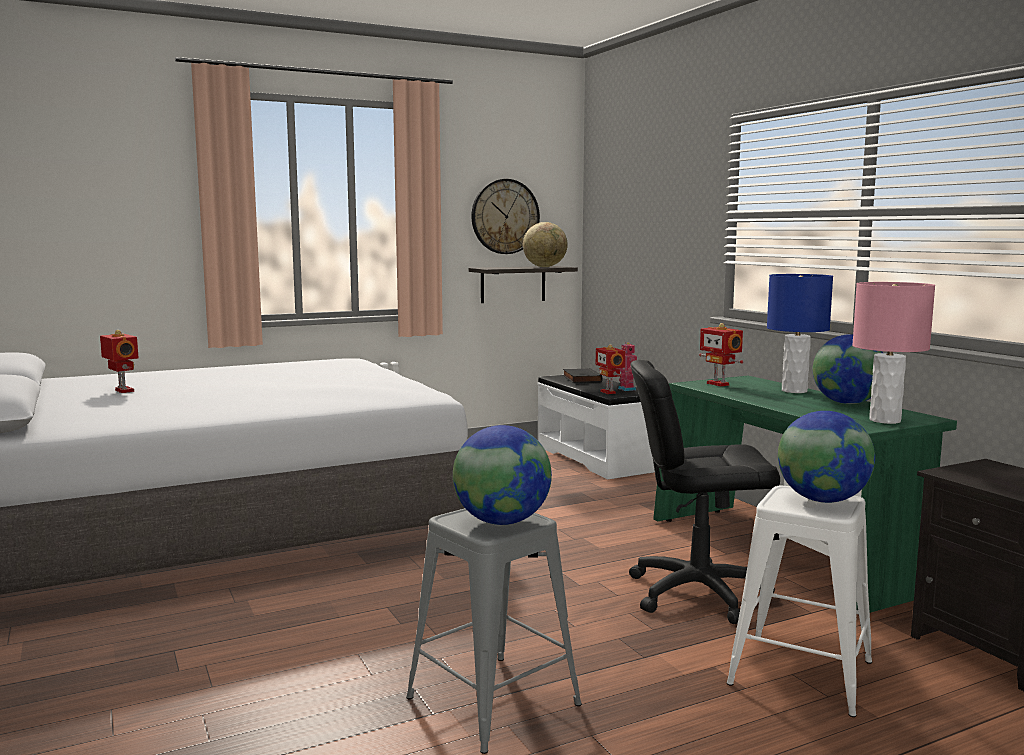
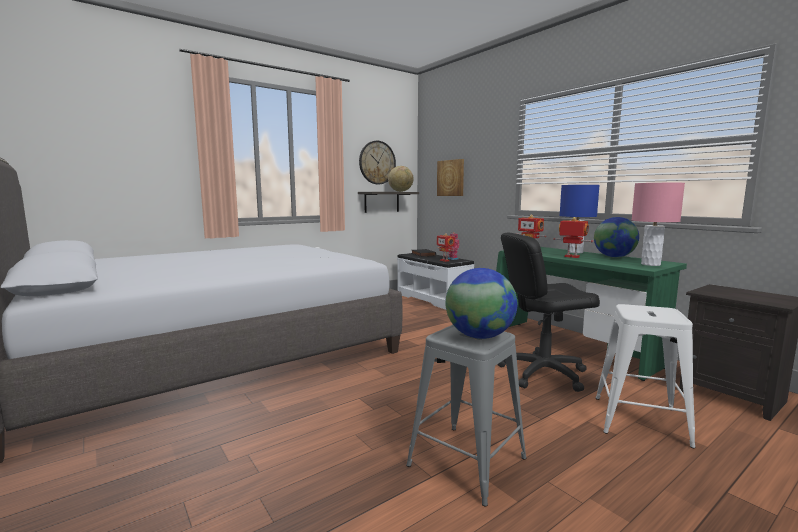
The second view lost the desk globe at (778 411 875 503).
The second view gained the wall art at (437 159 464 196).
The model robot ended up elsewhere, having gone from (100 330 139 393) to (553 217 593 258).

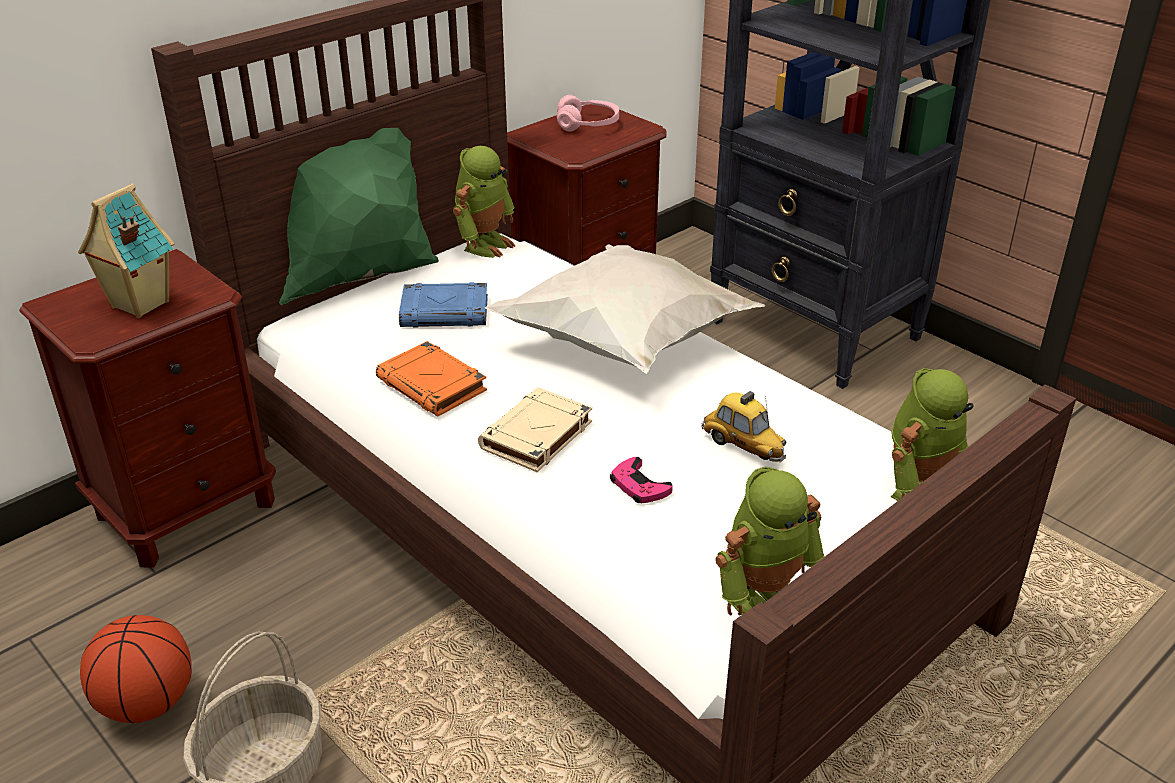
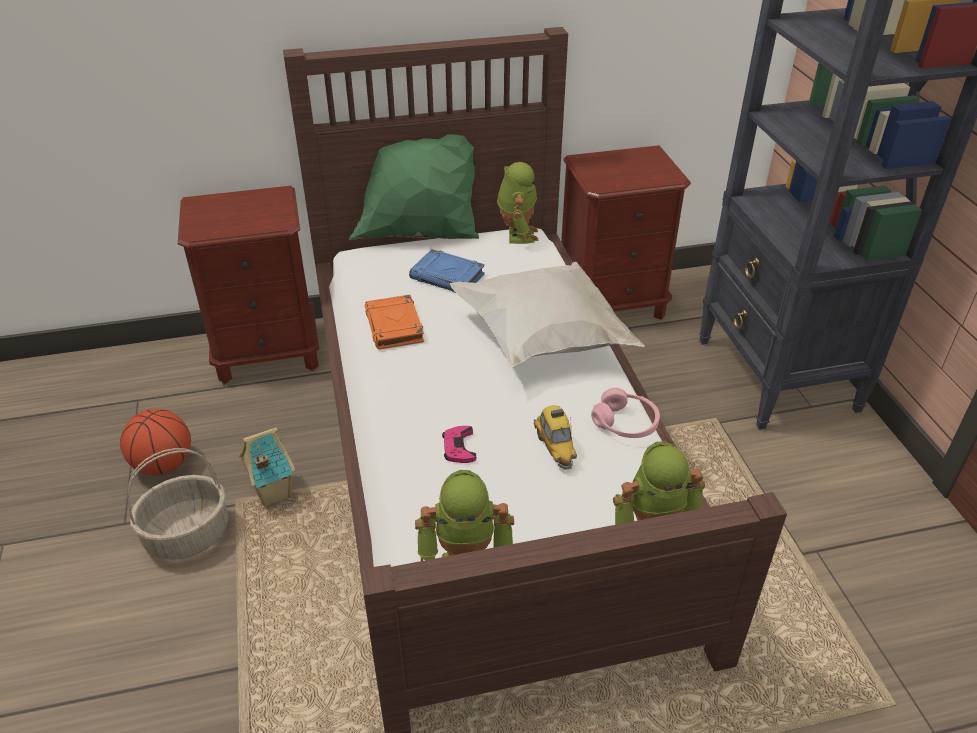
The second view lost the beige bound book at (478 387 592 472).
The toy house ended up elsewhere, having gone from (78 184 174 318) to (239 427 295 507).
The pinkish headset ended up elsewhere, having gone from (557 95 619 132) to (591 388 660 438).
The model robot at (453 146 515 258) ended up facing another way, 60 degrees counterclockwise from before.

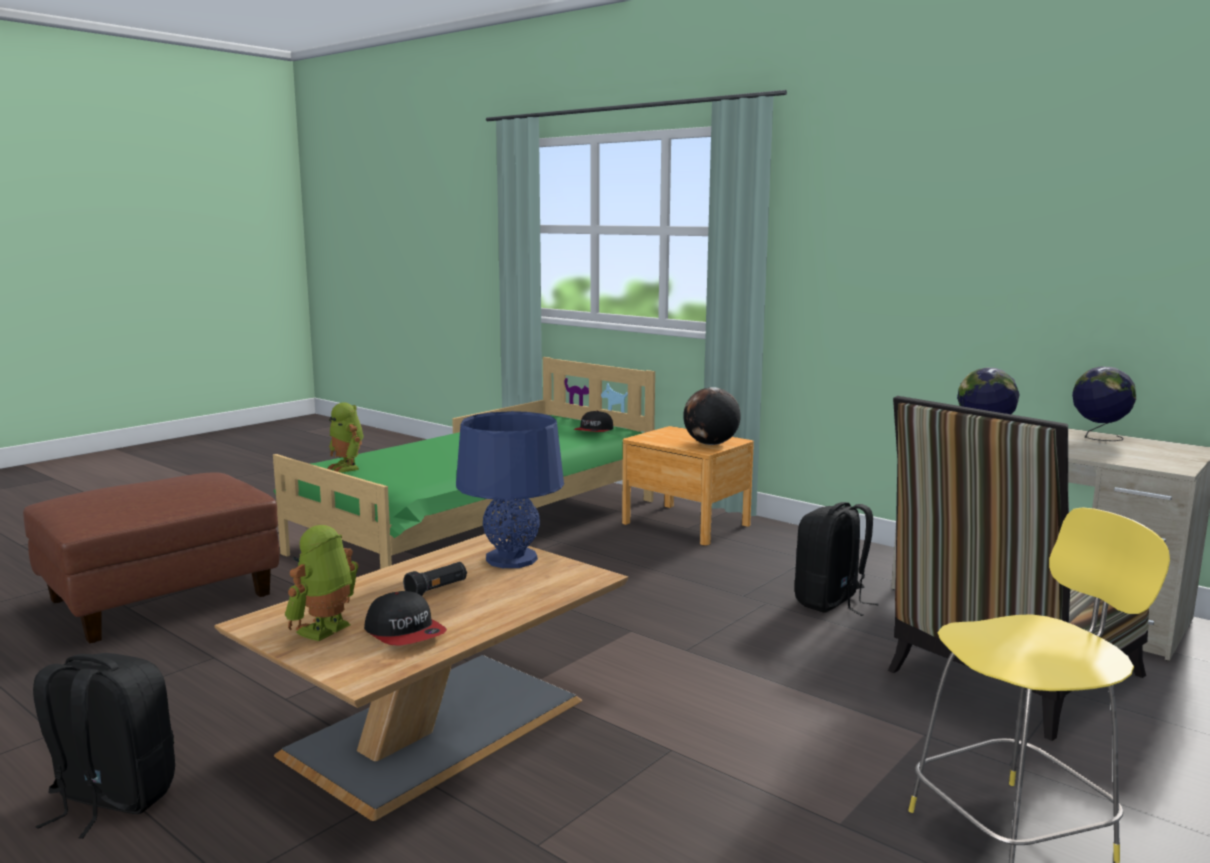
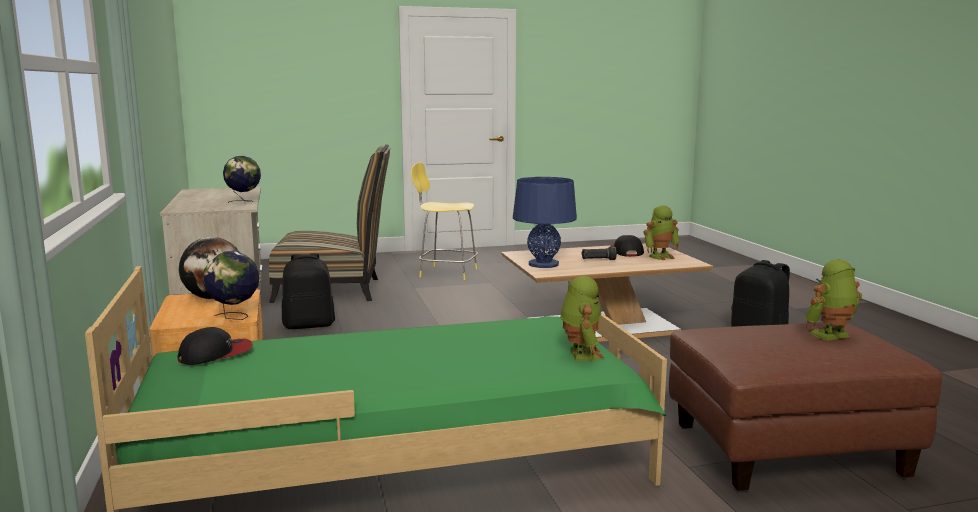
The second view gained the model robot at (805 259 862 341).
The desk globe ended up elsewhere, having gone from (1072 367 1136 441) to (203 251 260 320).

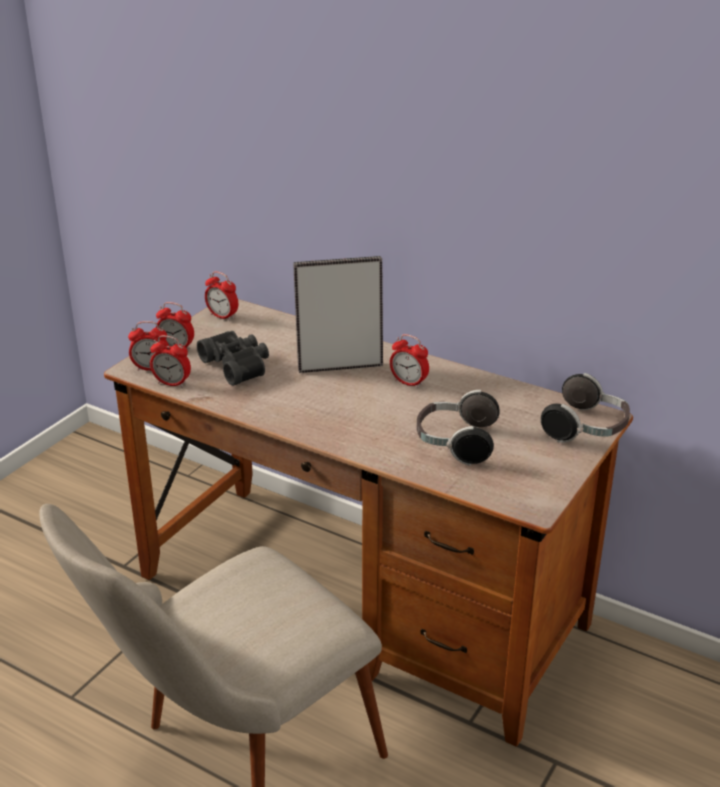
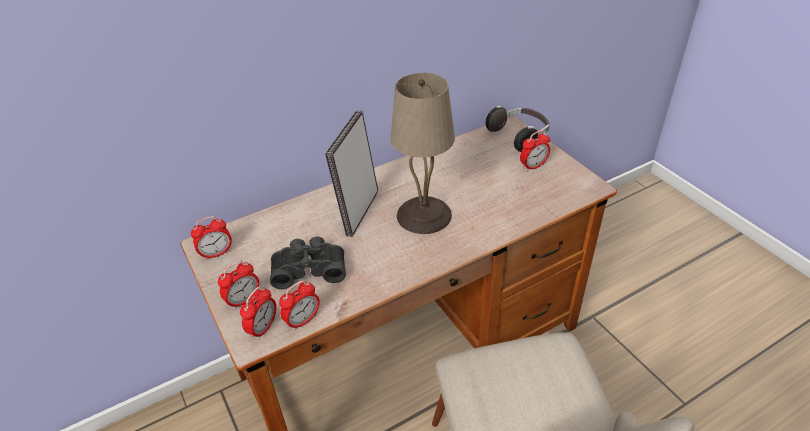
The second view lost the headset at (417 390 500 466).
The second view gained the beige table lamp at (391 73 455 234).
The bedside clock ended up elsewhere, having gone from (390 334 429 388) to (520 130 550 171).

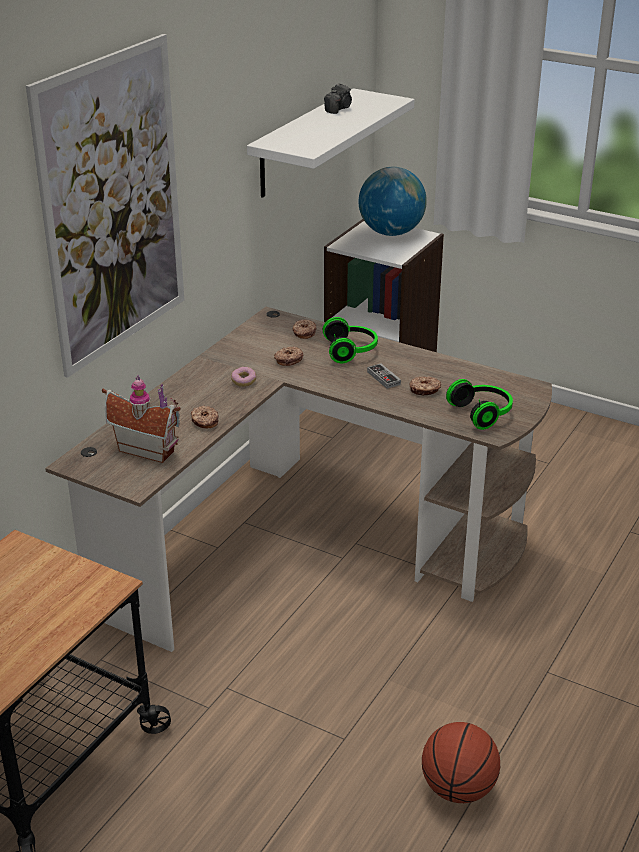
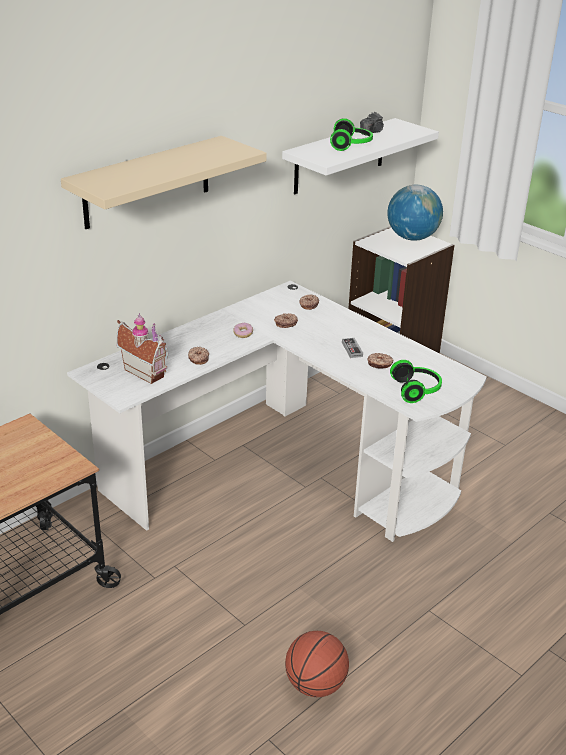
The headset ended up elsewhere, having gone from (323 317 378 363) to (330 118 373 151).
Where the wall art hung at (26 34 184 378), the beige bracket shelf came to hang at (61 136 267 229).
What was the brown-coloured desk at (45 307 552 652) turned into the whitish desk at (67 281 487 542).

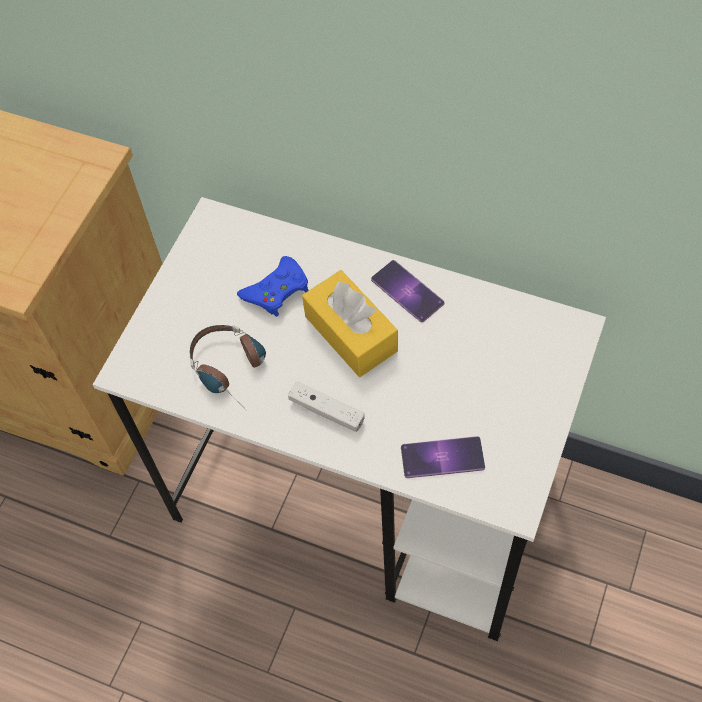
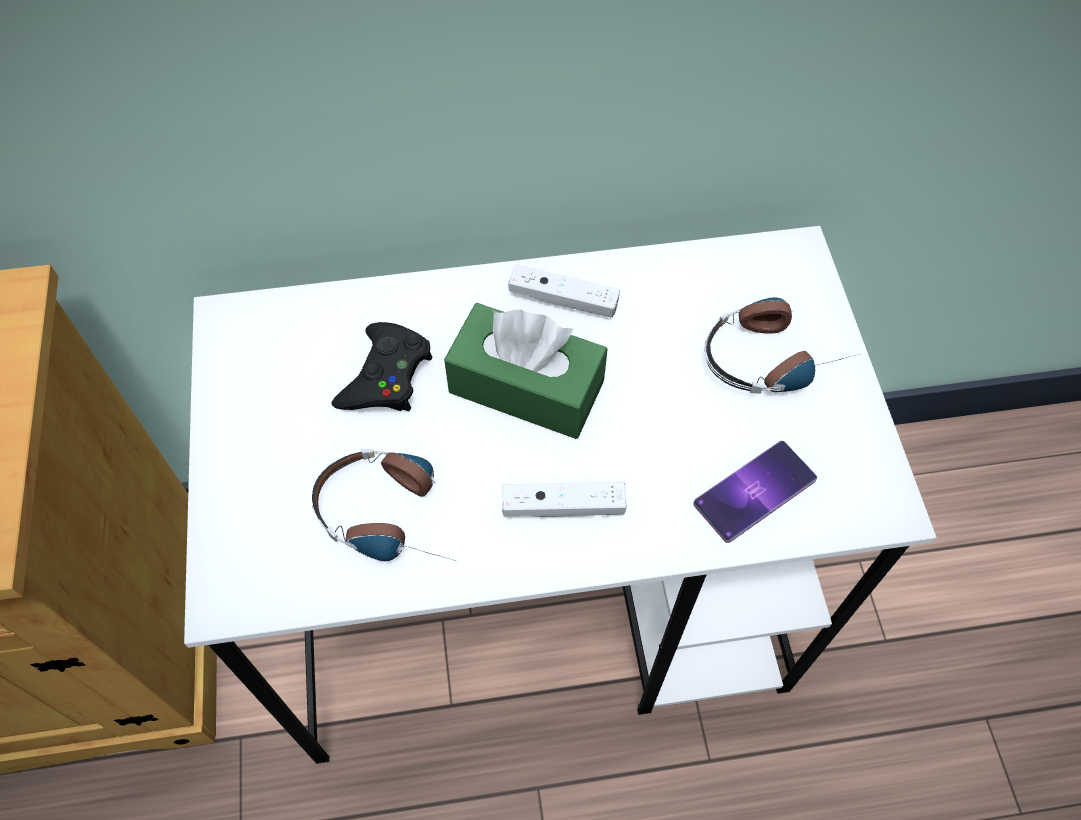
The second view gained the headset at (704 297 860 394).
Where the handset stood at (371 260 445 322), the whitish gamepad came to stand at (509 265 620 317).
What was the bluish gamepad at (237 256 309 317) turned into the blackish gamepad at (331 322 432 411).
What was the yellow tissue holder at (302 270 398 377) turned into the green tissue holder at (444 303 608 439).

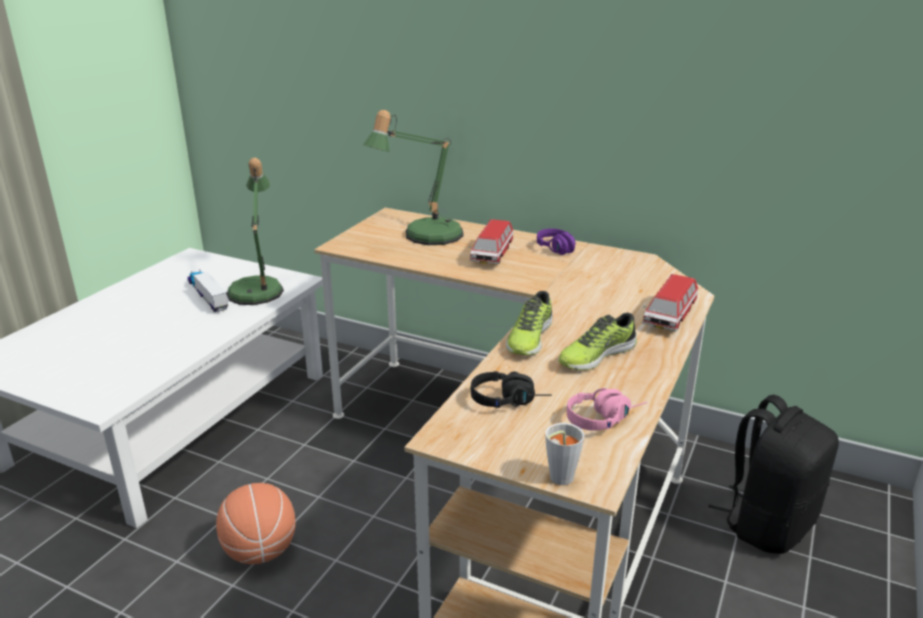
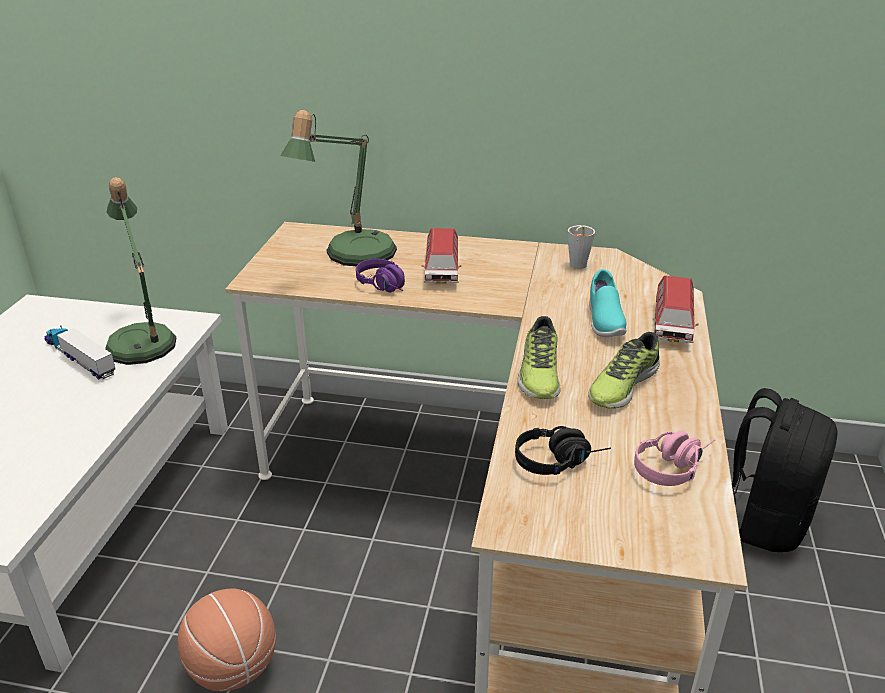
The second view gained the turquoise shoe at (589 269 626 337).
The purple headset ended up elsewhere, having gone from (537 228 576 255) to (356 259 405 293).
The greyish drinking cup ended up elsewhere, having gone from (545 423 584 485) to (568 225 595 269).

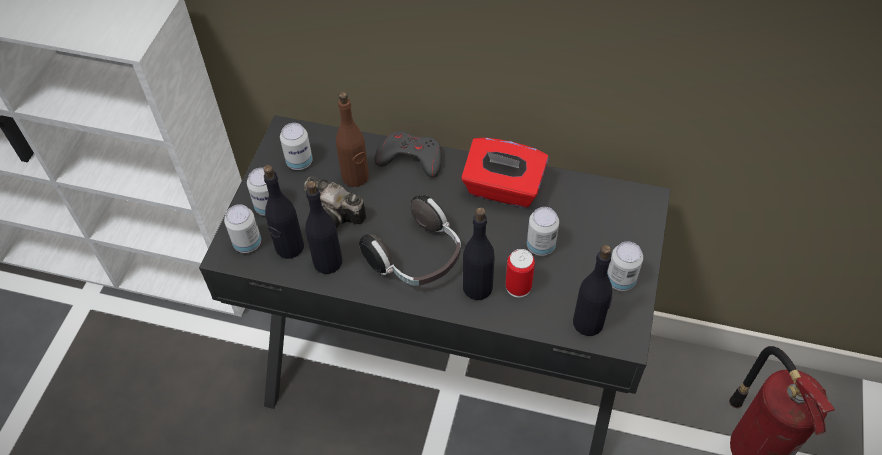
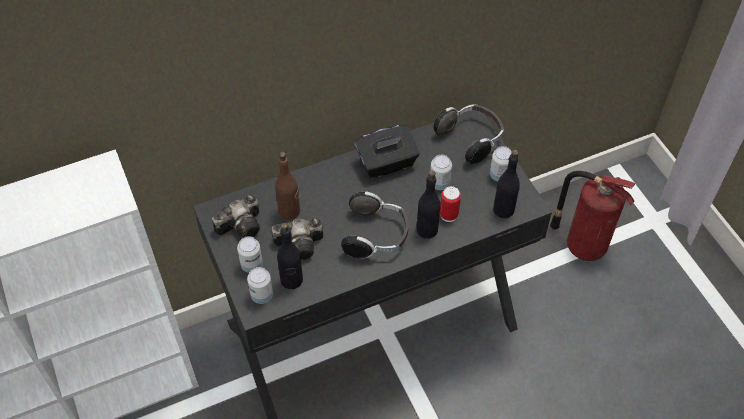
The second view lost the blackish beverage bottle at (305 181 342 274).
The second view lost the greyish gamepad at (374 131 441 178).
The second view gained the headset at (433 104 504 164).
Where the metal can stood at (280 123 313 170), the photo camera came to stand at (212 194 260 238).
What was the red tissue holder at (461 138 548 208) turned into the blackish tissue holder at (354 125 419 178).

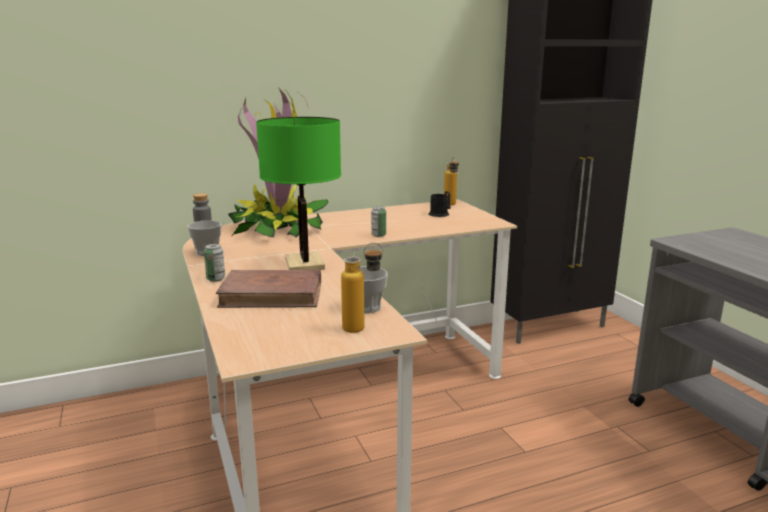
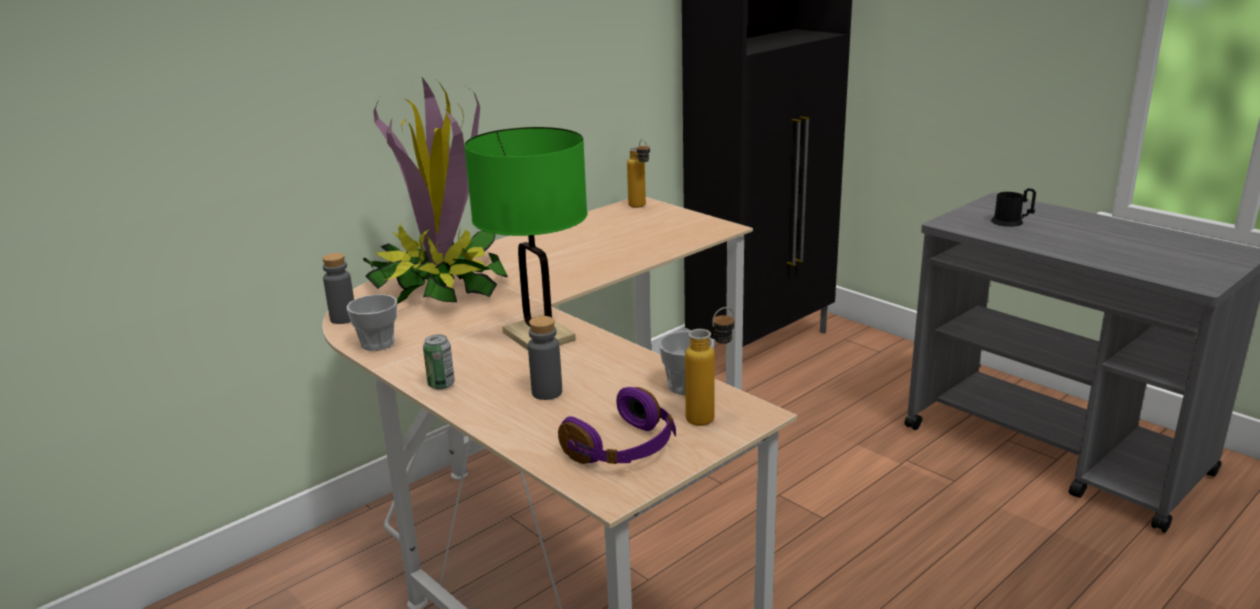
The second view lost the metal can at (371 206 386 237).
The second view gained the purple headset at (558 387 676 464).
The blackish mug ended up elsewhere, having gone from (429 191 451 217) to (991 188 1036 227).
Where the brown-coloured bound book stood at (216 270 321 308), the greyish beverage bottle came to stand at (528 316 562 400).

